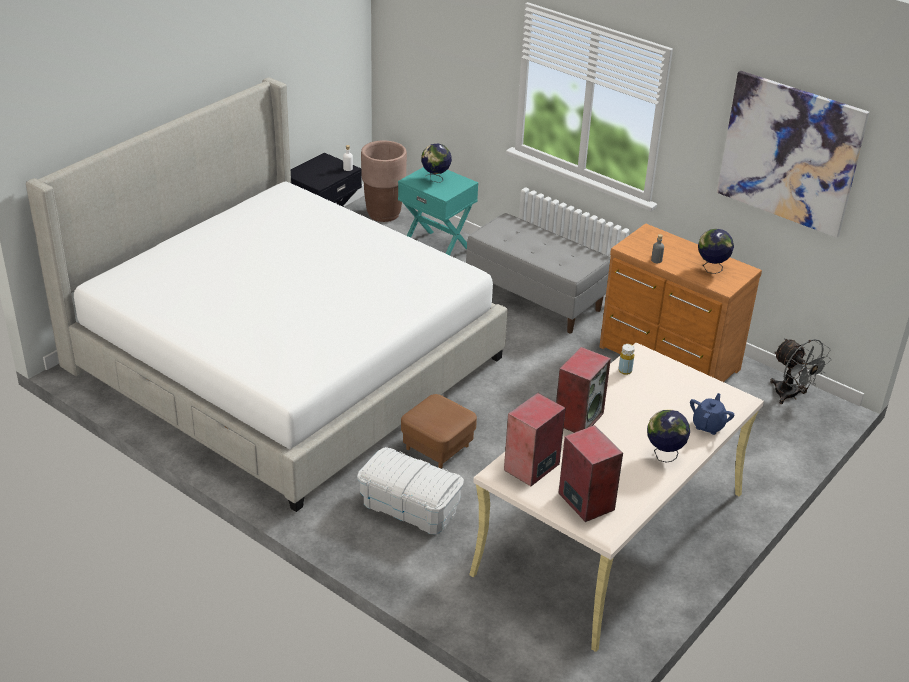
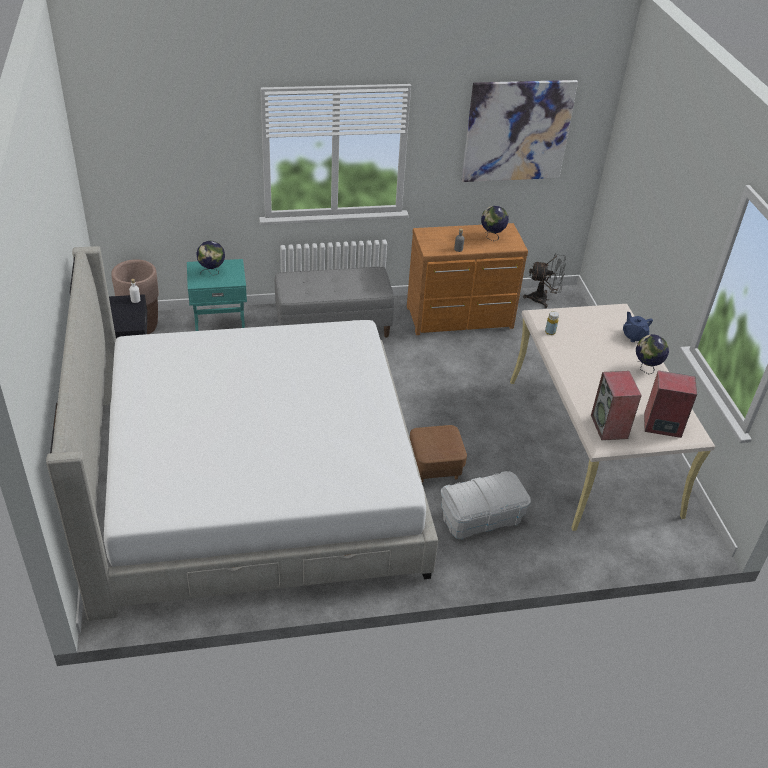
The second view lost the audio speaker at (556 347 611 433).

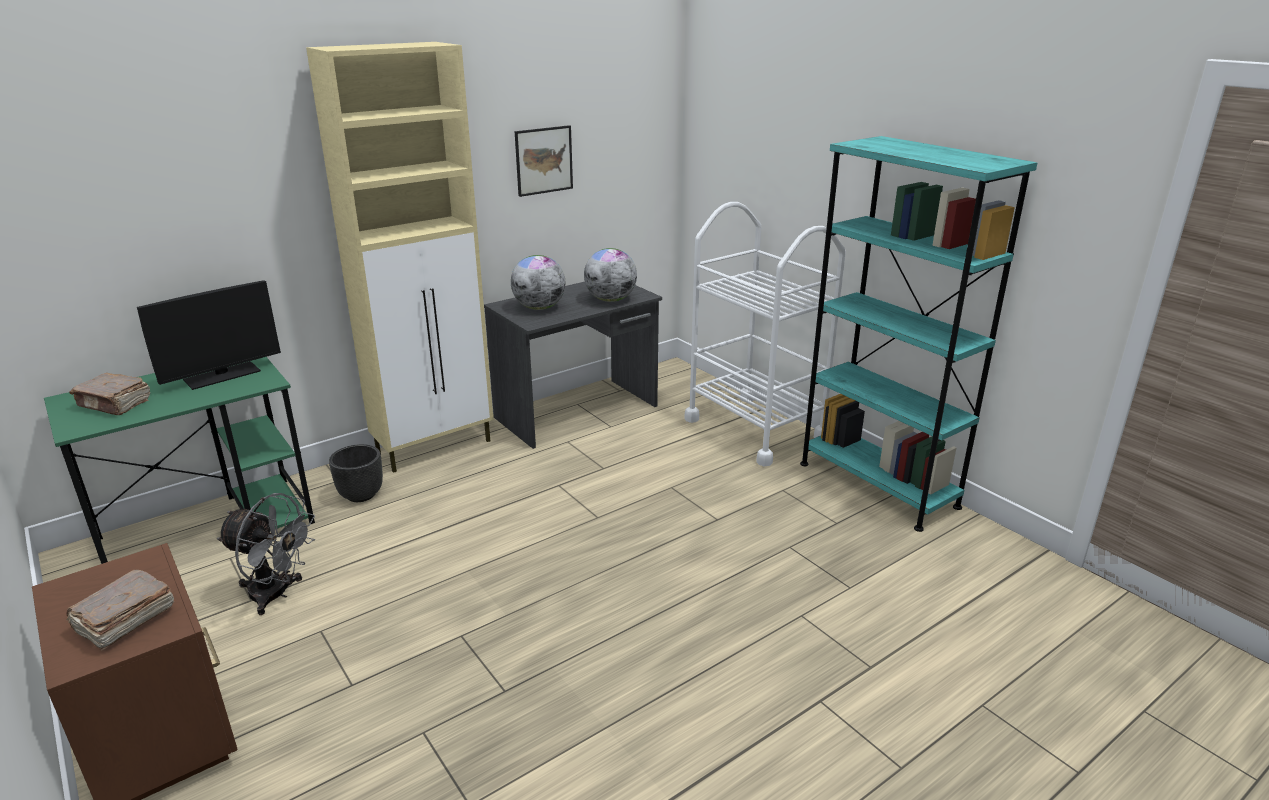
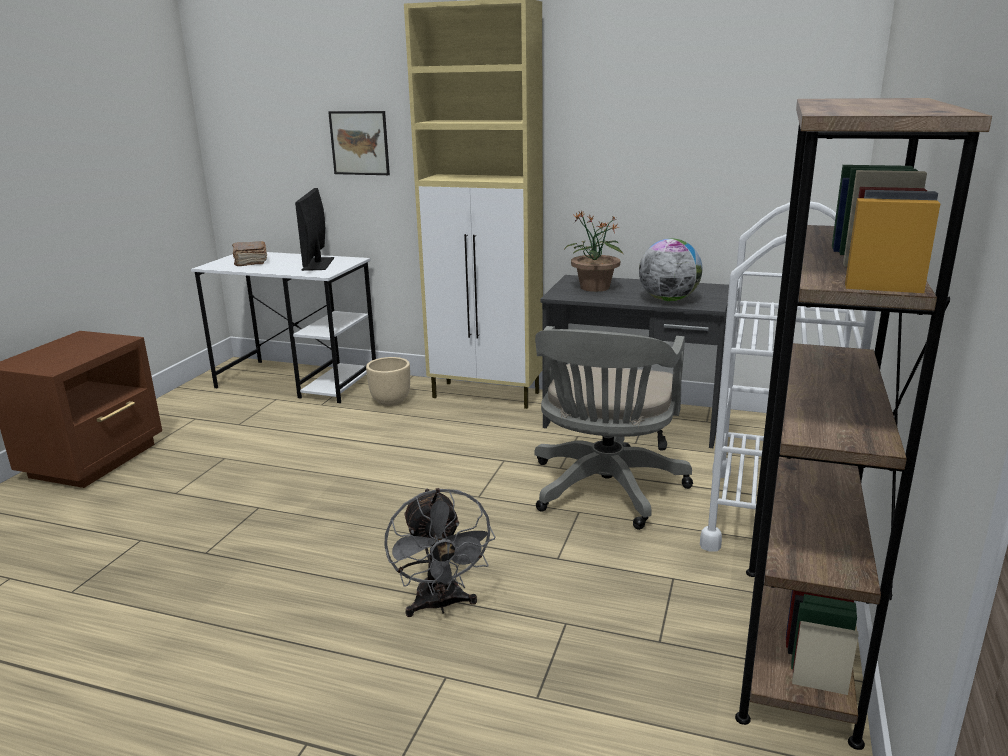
The second view lost the brown-coloured bound book at (66 569 174 650).
The second view gained the greyish computer chair at (535 326 693 530).
The greyish fan ended up elsewhere, having gone from (217 493 315 615) to (384 488 496 617).
The wall art ended up elsewhere, having gone from (515 125 573 197) to (328 111 390 175).
Where the desk globe stood at (511 255 565 310), the houseplant came to stand at (565 211 624 292).
What was the green desk at (44 357 315 564) turned into the whitish desk at (191 252 376 403).
What was the blackish planter at (329 444 383 502) turned into the beige planter at (366 357 410 406).
What was the turquoise bookcase at (800 136 1037 532) turned into the brown-coloured bookcase at (735 98 992 750).
The computer screen at (137 280 281 390) ended up facing another way, 75 degrees clockwise from before.

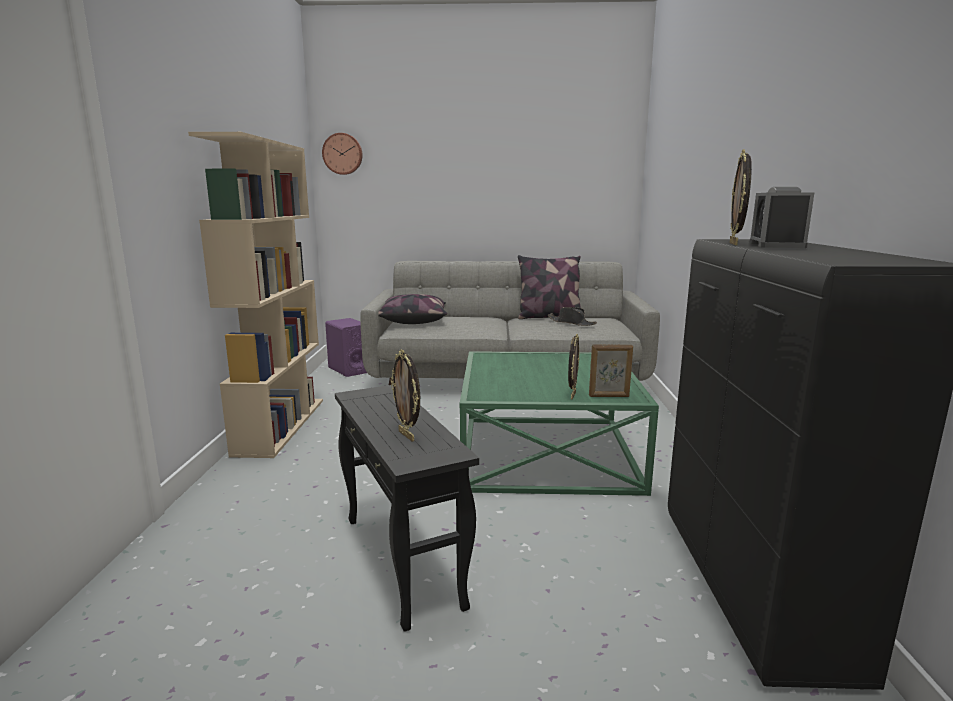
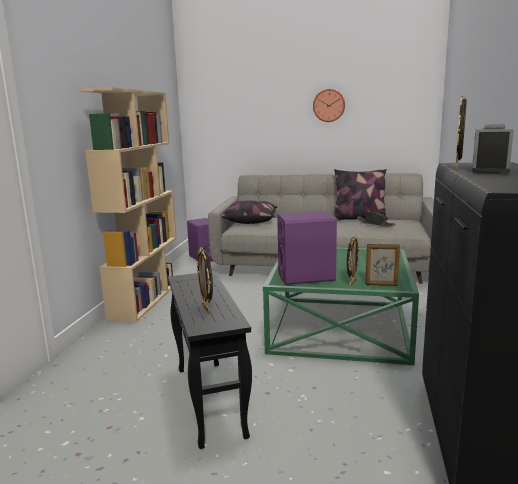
The second view gained the purple audio speaker at (277 211 337 285).
The hanging clock ended up elsewhere, having gone from (322 133 363 175) to (313 89 345 122).

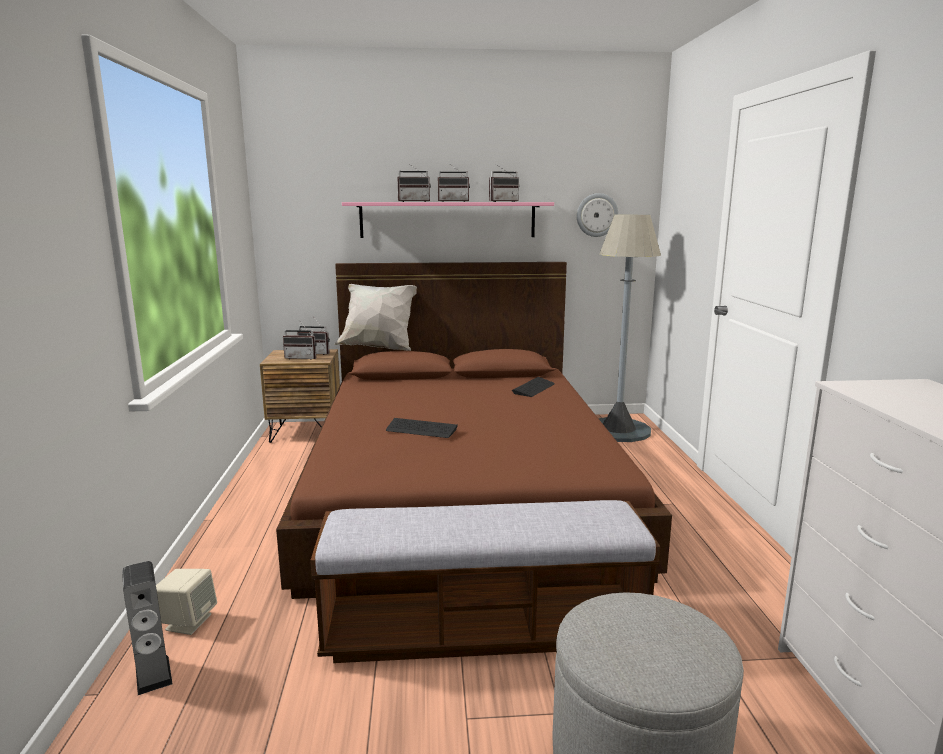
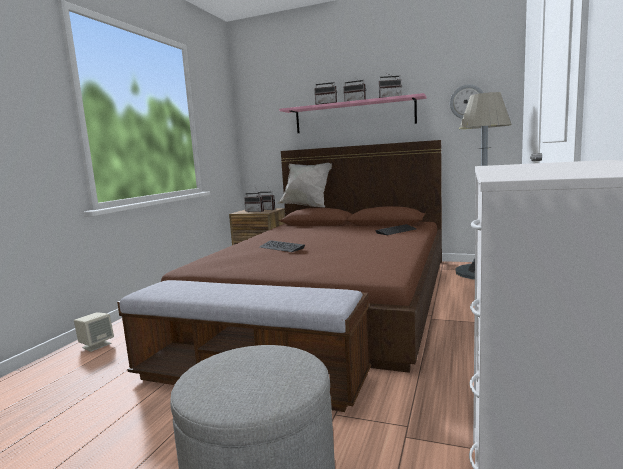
The second view lost the audio speaker at (122 561 173 695).

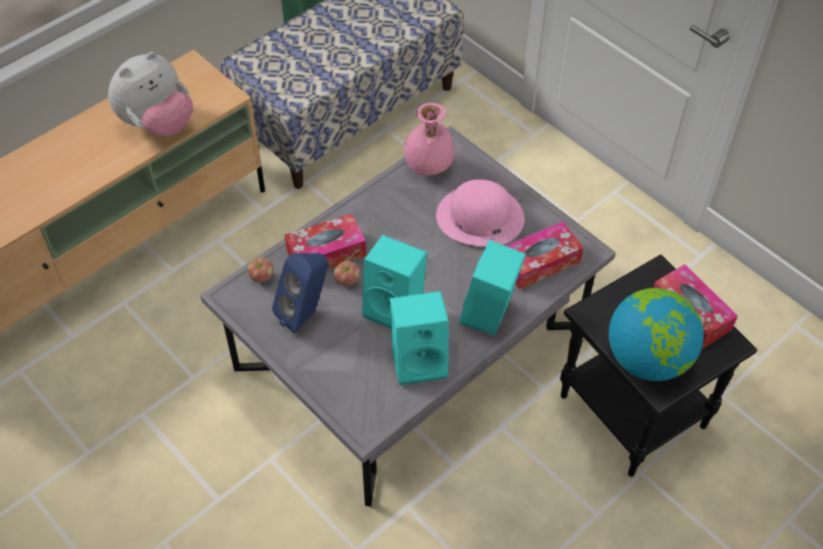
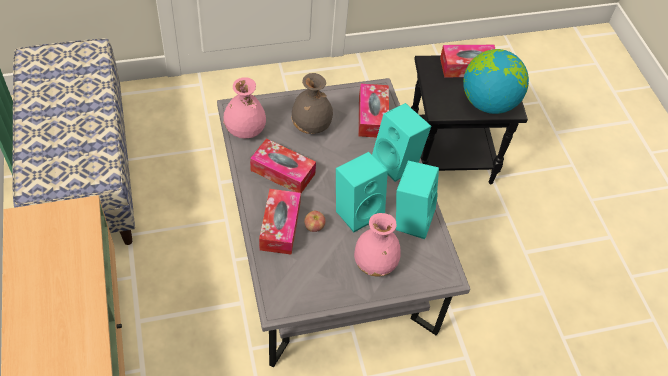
The second view lost the soft toy at (108 52 193 137).
The second view lost the apple fruit at (248 258 274 283).
The second view lost the bluish audio speaker at (272 253 329 334).
The second view gained the tissue holder at (250 139 316 193).
The second view gained the pinkish vase at (354 213 401 277).
Where the pinkish hat stood at (436 179 525 246), the greyish vase came to stand at (291 73 333 134).

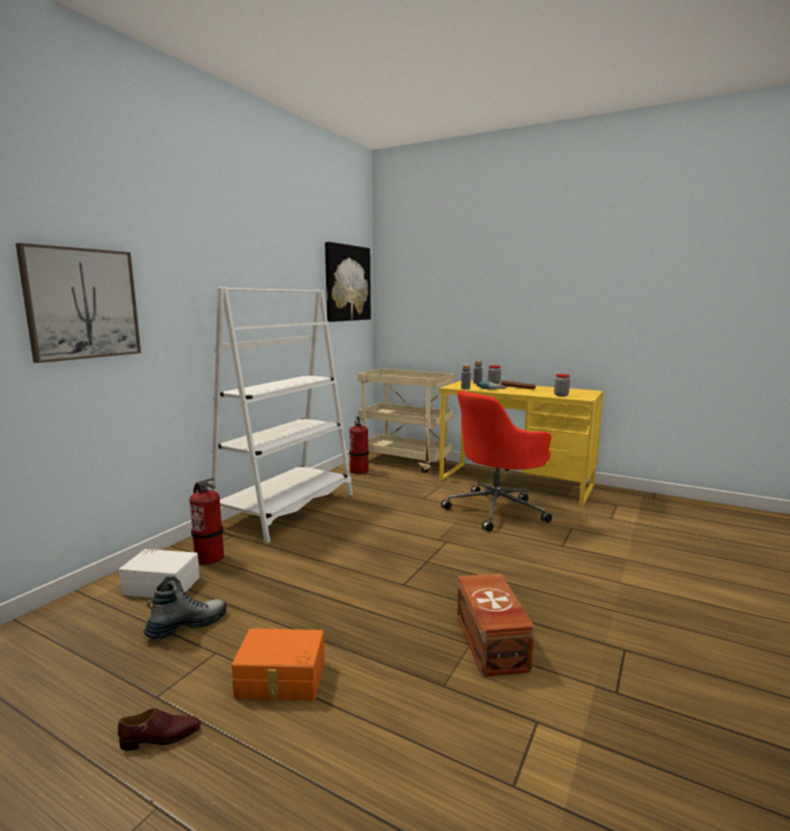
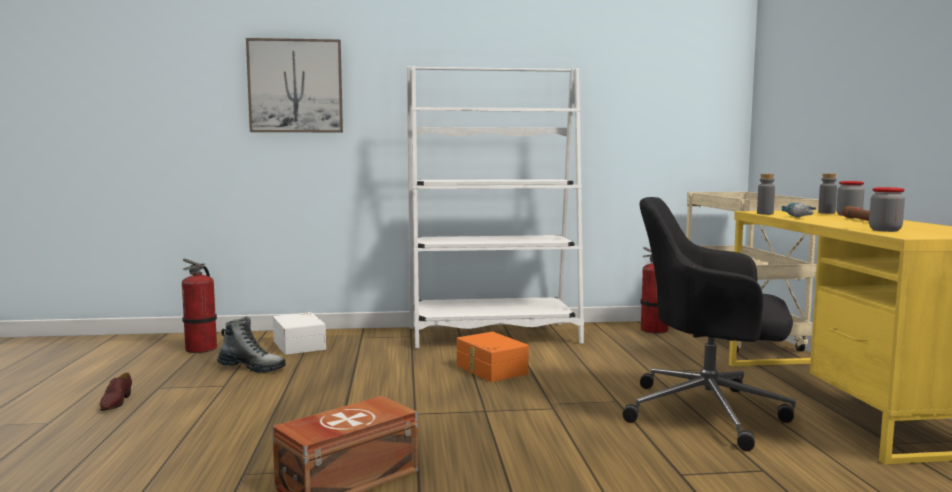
The second view lost the wall art at (325 242 371 322).
The fire extinguisher ended up elsewhere, having gone from (189 478 224 565) to (182 259 217 353).
The orangey storage box ended up elsewhere, having gone from (231 628 325 701) to (457 332 529 382).
What was the red computer chair at (441 390 552 532) turned into the blackish computer chair at (623 197 796 451).
The brown-coloured shoe at (118 708 201 750) ended up facing another way, 45 degrees clockwise from before.

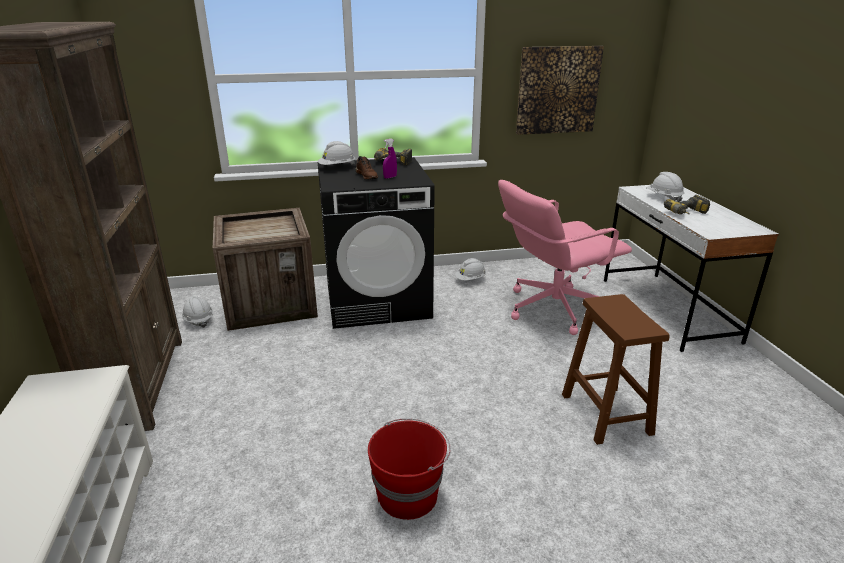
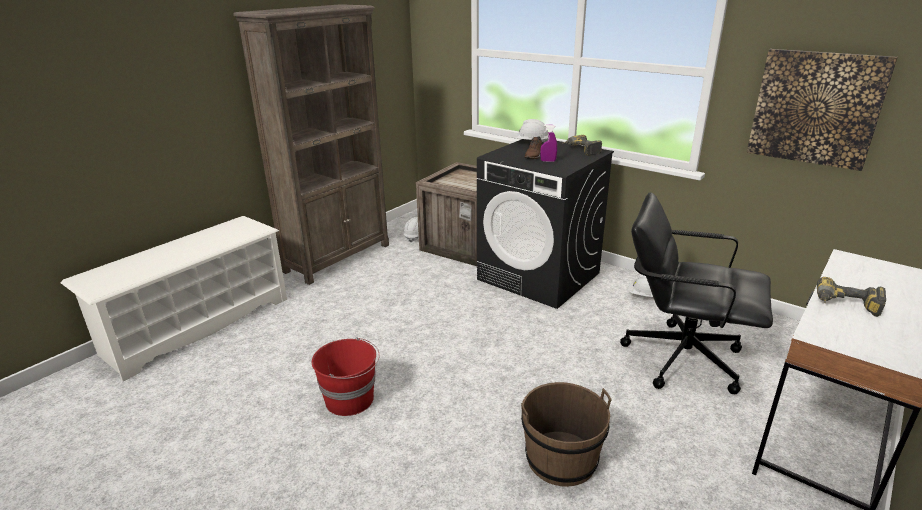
The second view lost the whitish safety helmet at (646 172 684 202).
Where the brown-coloured sitting stool stood at (562 294 670 445), the brown-coloured bucket came to stand at (521 382 612 487).
What was the pinkish computer chair at (498 180 632 335) turned into the blackish computer chair at (620 192 773 394).

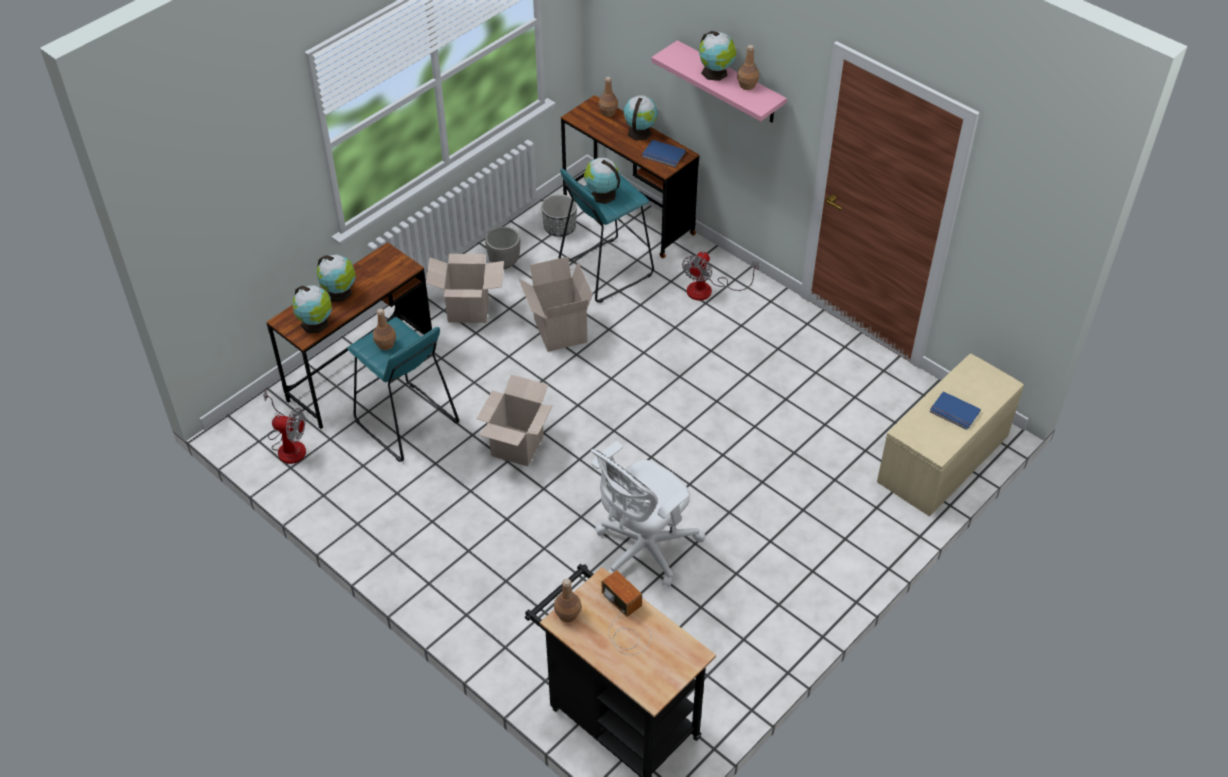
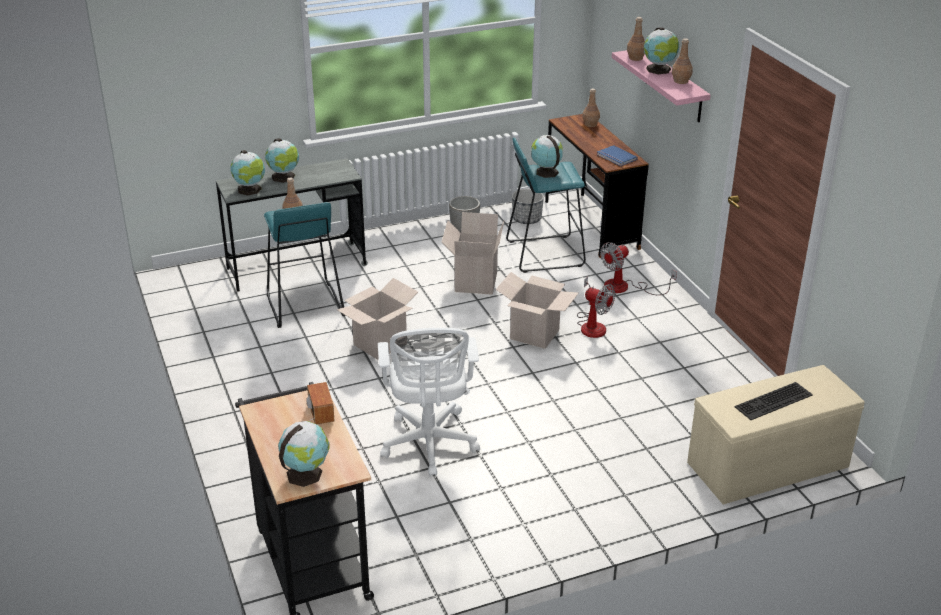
The fan ended up elsewhere, having gone from (263 390 306 464) to (577 277 615 338).
The cardboard box ended up elsewhere, having gone from (426 254 504 323) to (495 272 578 349).
The brown-coloured beverage bottle ended up elsewhere, having gone from (554 578 582 622) to (627 17 645 61).
The desk globe ended up elsewhere, having gone from (623 95 658 141) to (278 421 330 487).
Where the bluish bound book stood at (930 391 981 430), the keyboard came to stand at (735 382 813 420).
What was the brown-coloured desk at (267 242 432 429) turned into the greyish desk at (216 158 368 292).
The whitish computer chair at (590 441 705 587) ended up facing another way, 75 degrees counterclockwise from before.

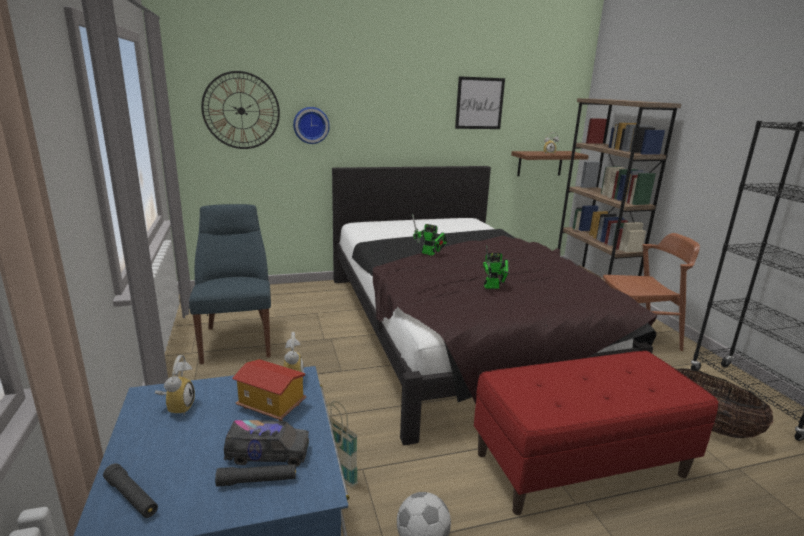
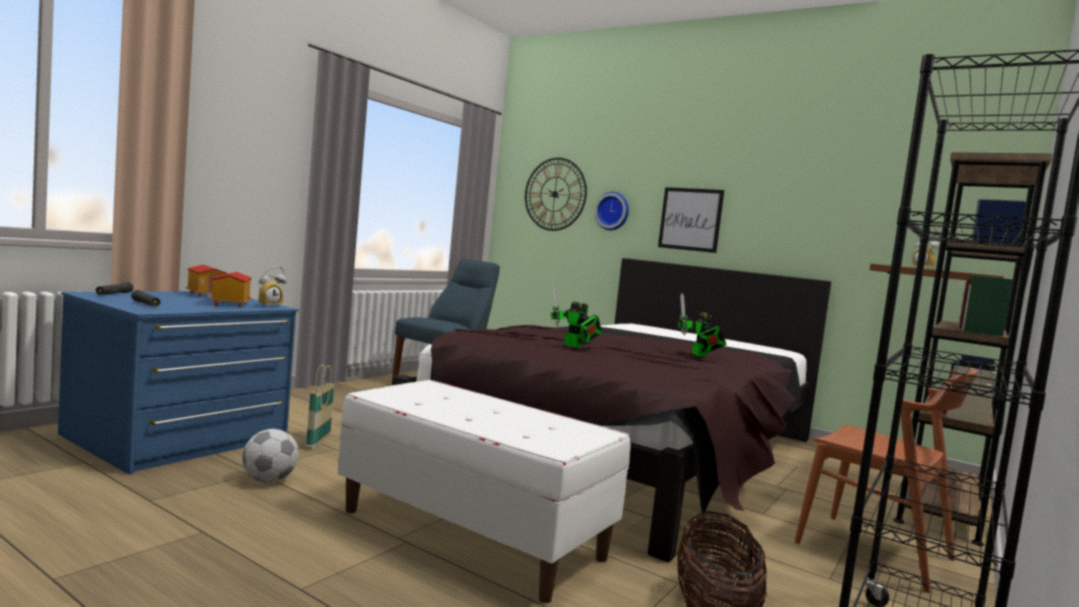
The second view lost the toy lorry at (224 420 309 467).
The model robot ended up elsewhere, having gone from (412 214 447 256) to (678 293 727 357).
The wall art ended up elsewhere, having gone from (455 76 505 129) to (658 187 724 253).
Where the bedside clock stood at (155 355 195 415), the toy house came to stand at (186 264 228 298).
What was the red indoor bench at (474 351 718 515) turned into the whitish indoor bench at (338 380 631 603).

